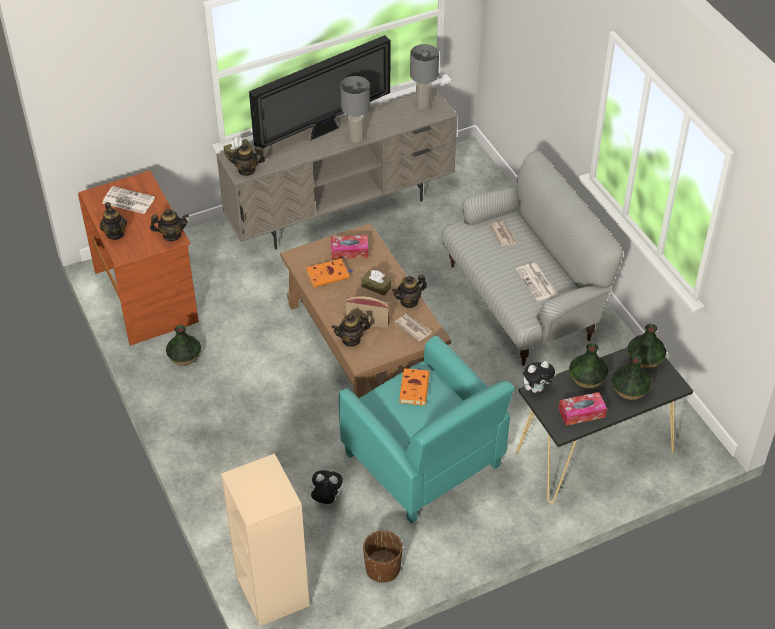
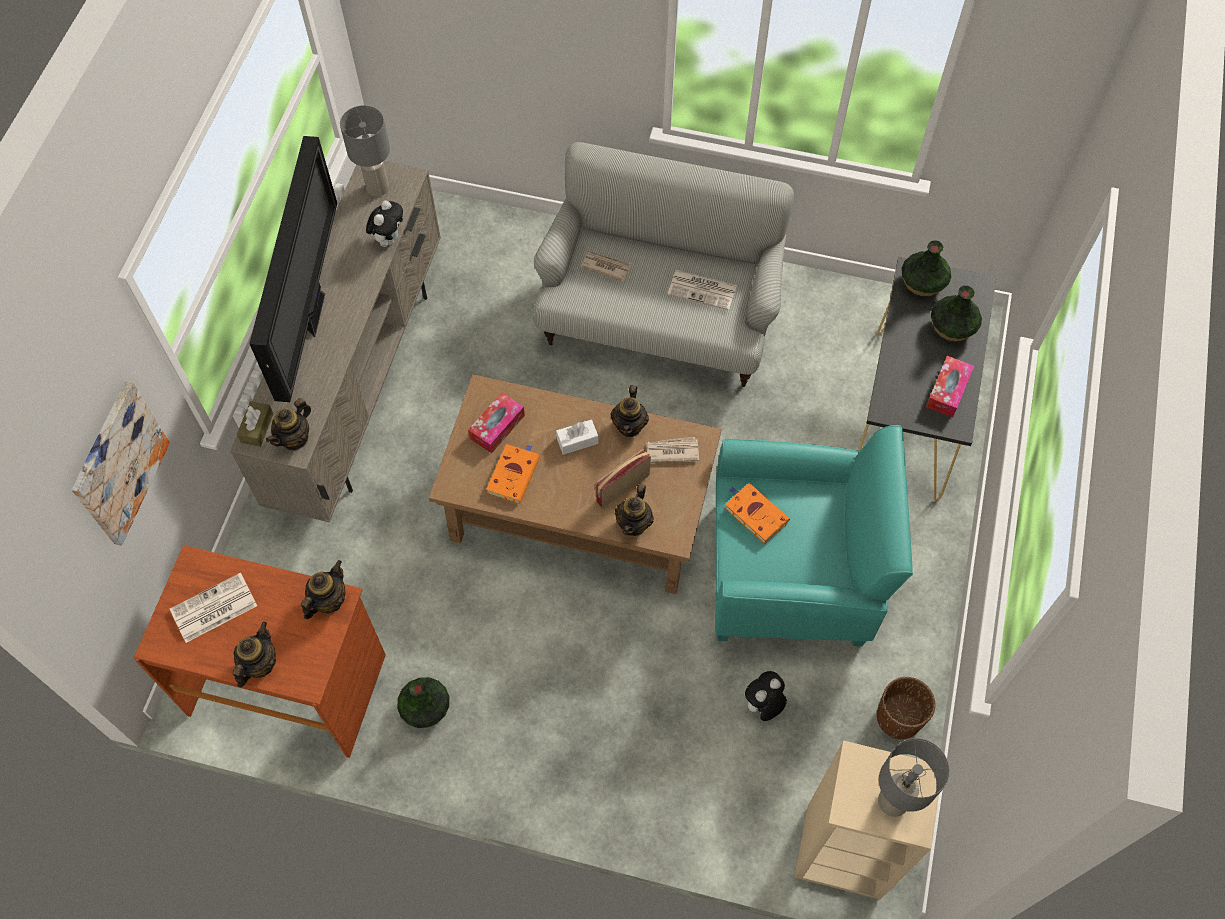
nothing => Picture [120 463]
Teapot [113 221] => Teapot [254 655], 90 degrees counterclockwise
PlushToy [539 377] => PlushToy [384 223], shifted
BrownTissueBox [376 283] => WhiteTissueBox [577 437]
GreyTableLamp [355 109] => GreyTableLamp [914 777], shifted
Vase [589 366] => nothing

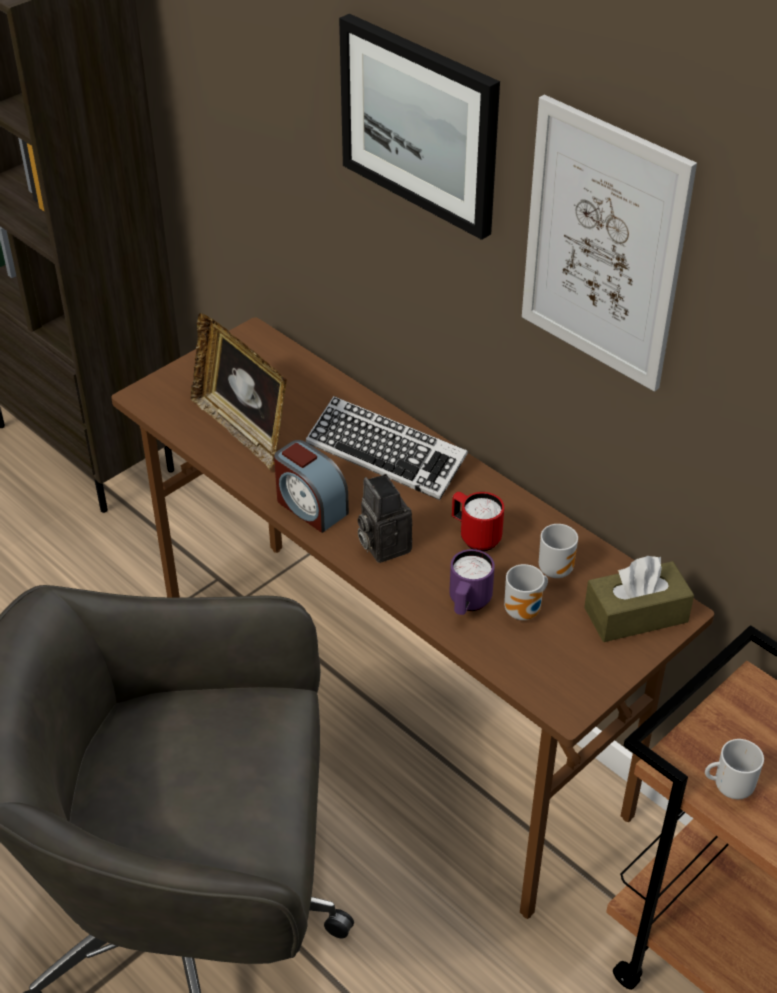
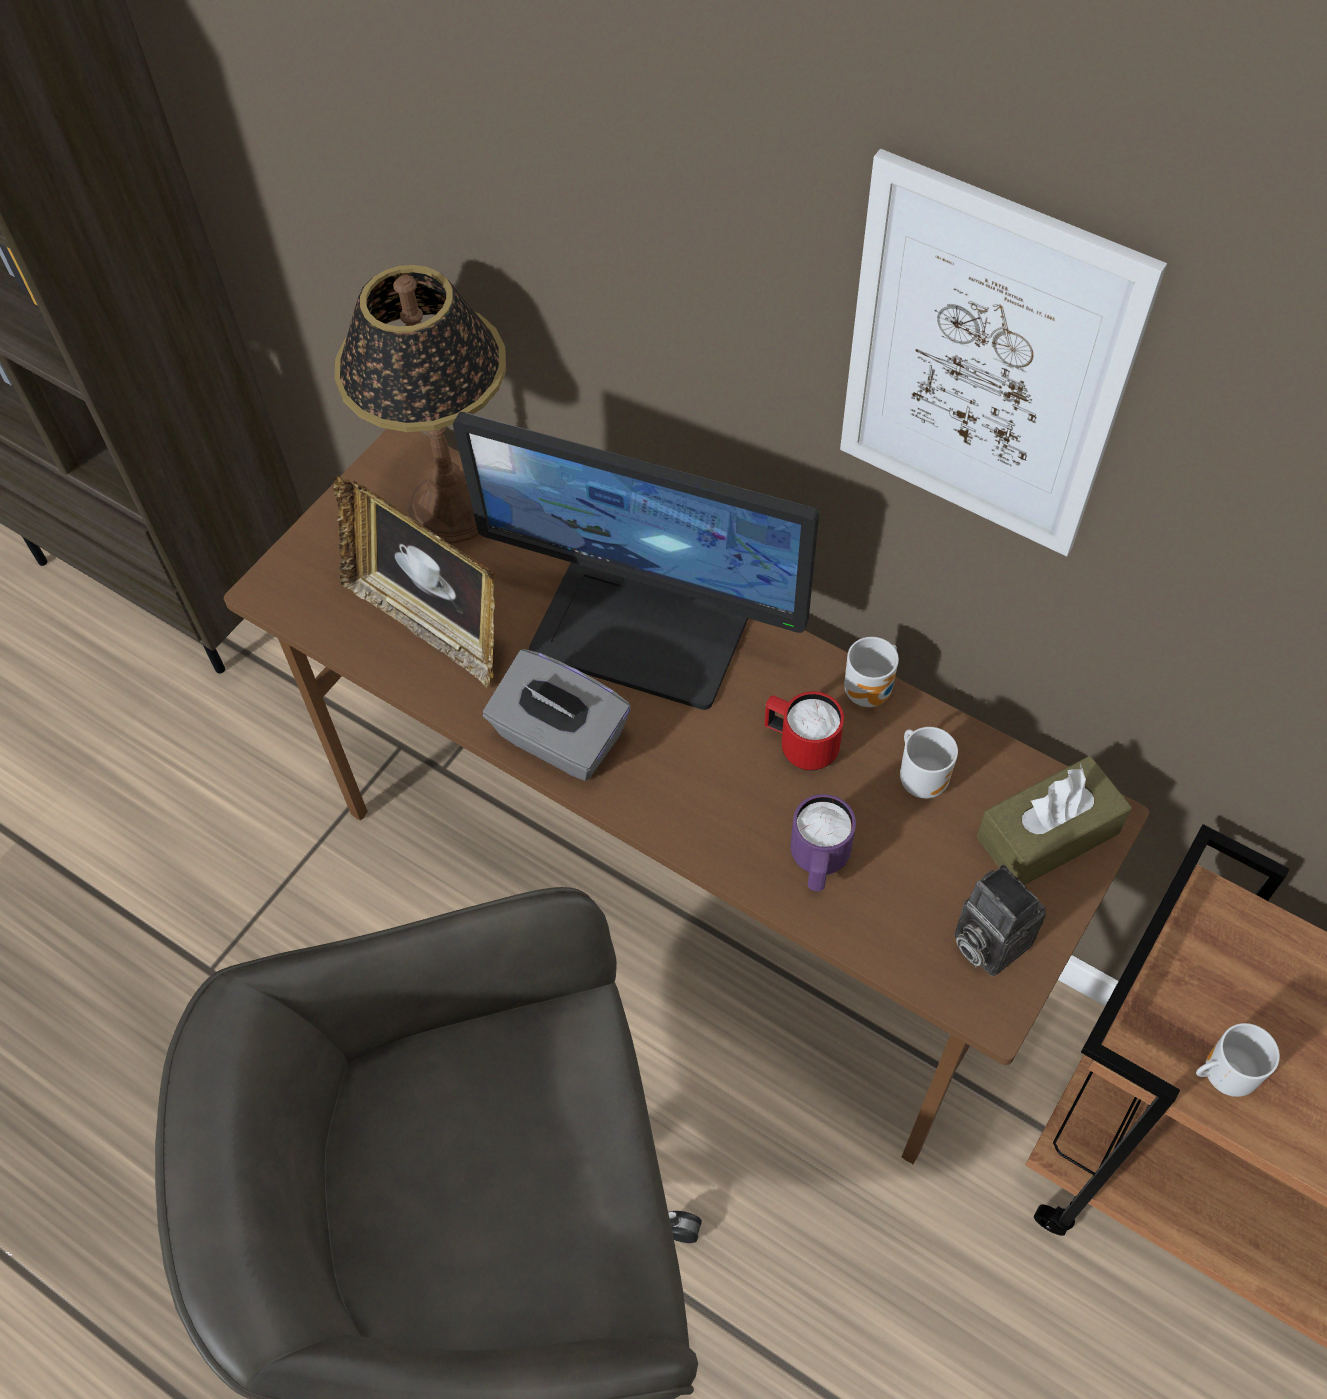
nothing => TableLamp [420 404]
Keyboard [387 448] => Monitor [636 561]
AlarmClock [311 486] => GreyTissueBox [557 715]
Mug [526 592] => Mug [871 672], shifted
PhotoCamera [385 518] => PhotoCamera [1000 920], shifted
Picture [419 127] => nothing

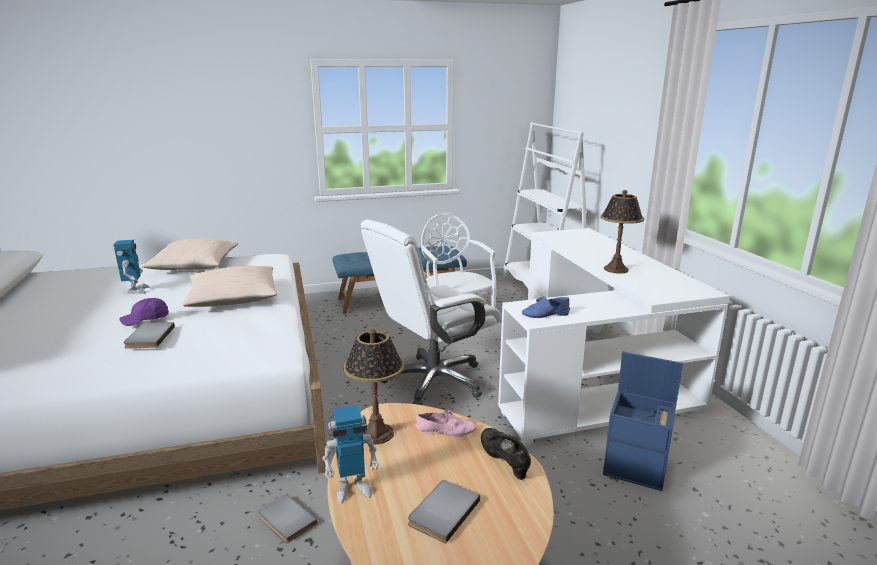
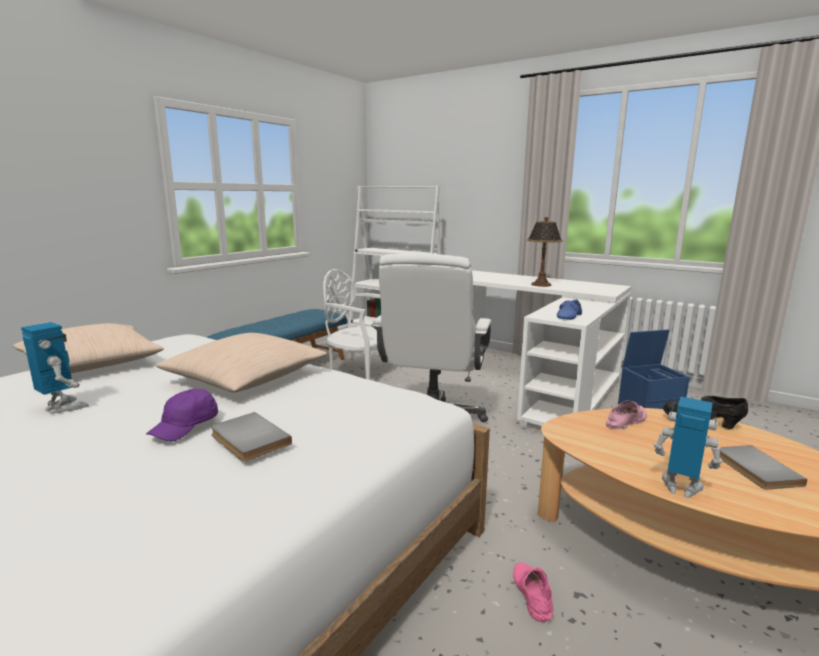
GreyBook [287 518] => PinkShoe [533 593]
ToyRobot [350 454] => ToyRobot [688 447], 90 degrees counterclockwise
TableLamp [373 386] => nothing

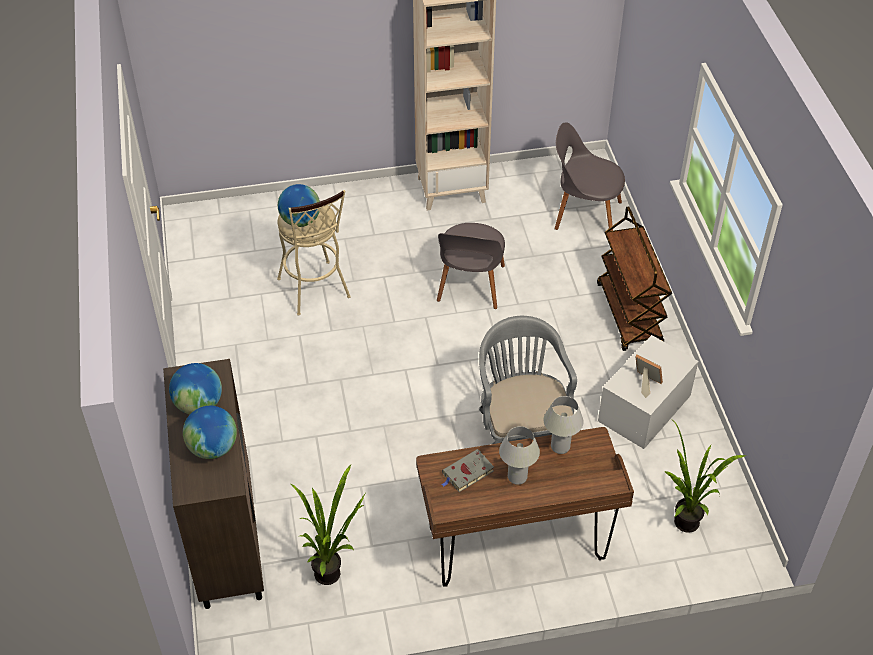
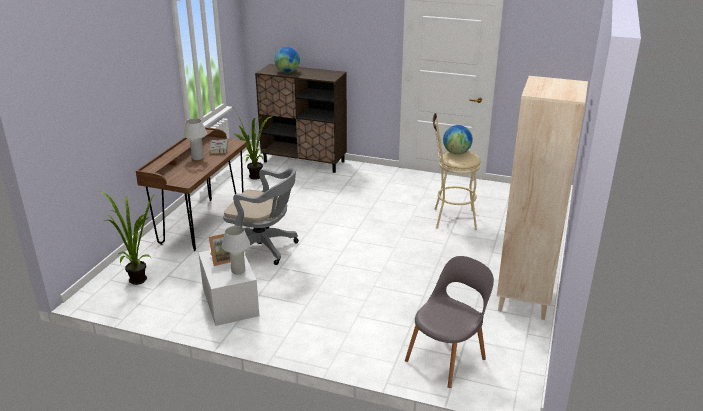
WhiteTableLamp [564 425] => WhiteTableLamp [236 250], shifted
Globe [195 388] => nothing
GreyChair [471 266] => nothing
BrownCart [634 278] => nothing

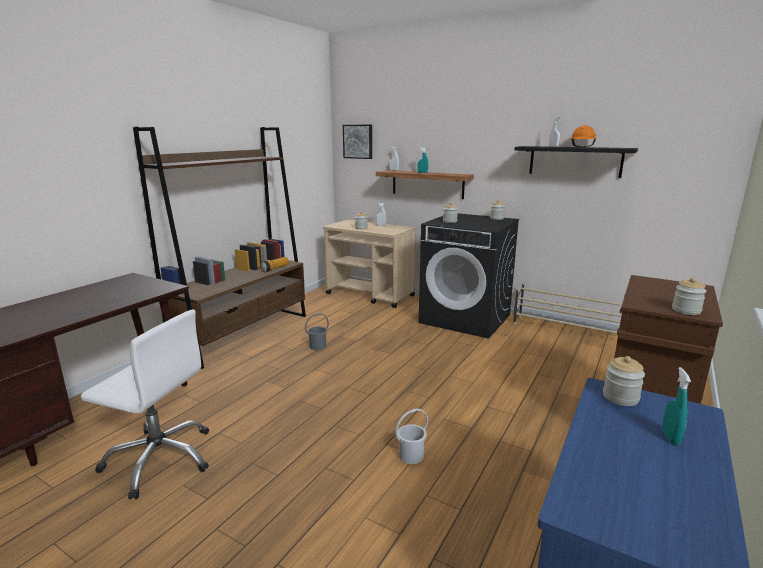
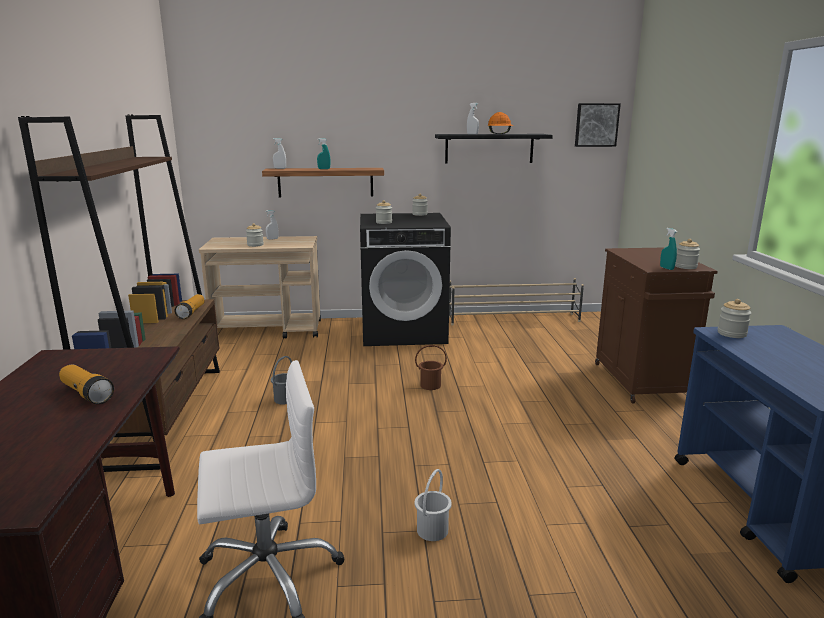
nothing => Flashlight [86 384]
WhiteBucket [411 436] => WhiteBucket [433 505], shifted
nothing => BrownBucket [431 367]
Picture [357 142] => Picture [598 125], shifted
TurquoiseSprayBottle [676 406] => TurquoiseSprayBottle [668 249], shifted

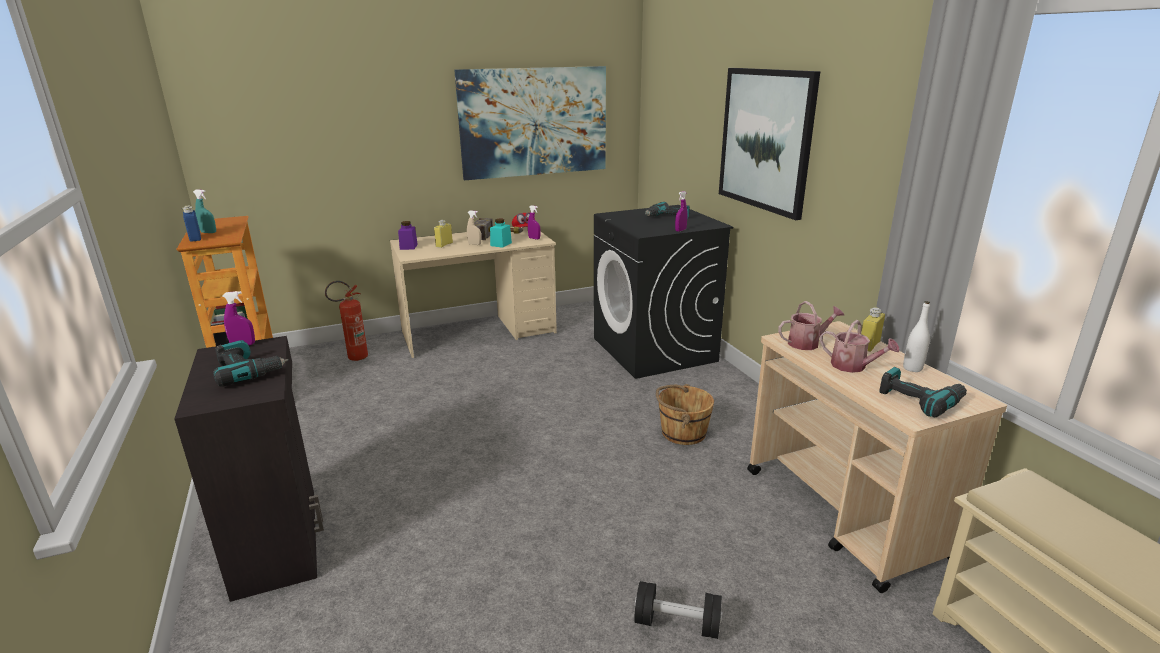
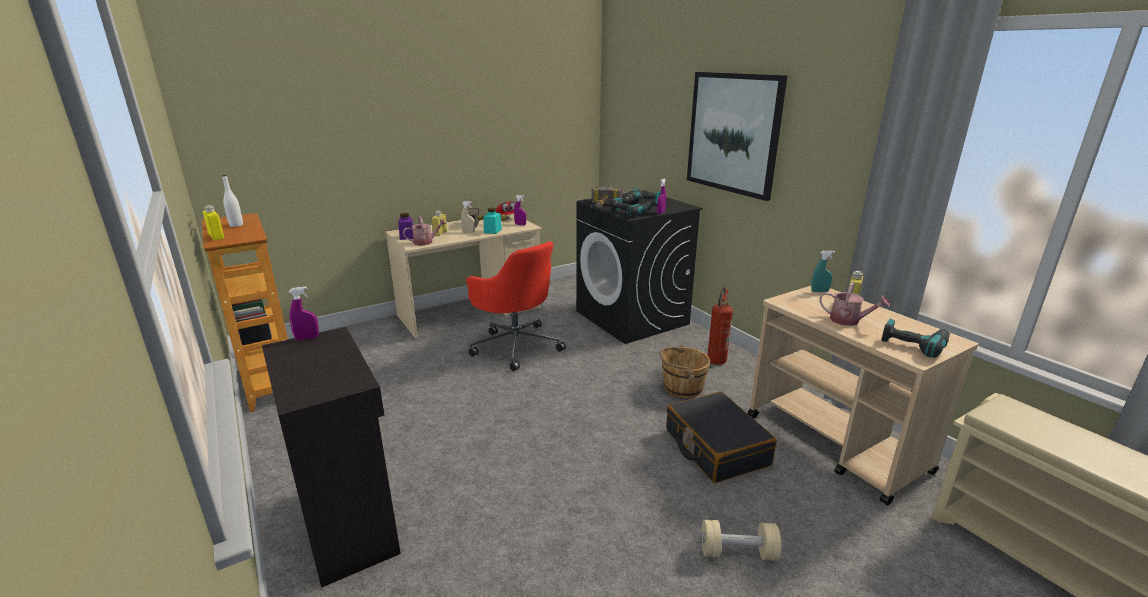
BlueBottle [191 224] => YellowBottle [213 222]
WhiteBottle [916 336] => WhiteBottle [232 201], shifted
WateringCan [811 325] => WateringCan [424 231], shifted
nothing => RedOfficeChair [516 306]
nothing => Hammer [606 197]
PowerDrill [250 363] => PowerDrill [631 207], shifted
nothing => BlackSuitcase [721 437]
BlackDumbbell [678 610] => BeigeDumbbell [741 540]
FireExtinguisher [346 321] => FireExtinguisher [720 325], shifted
TurquoiseSprayBottle [204 211] => TurquoiseSprayBottle [823 271], shifted
Picture [530 123] => nothing

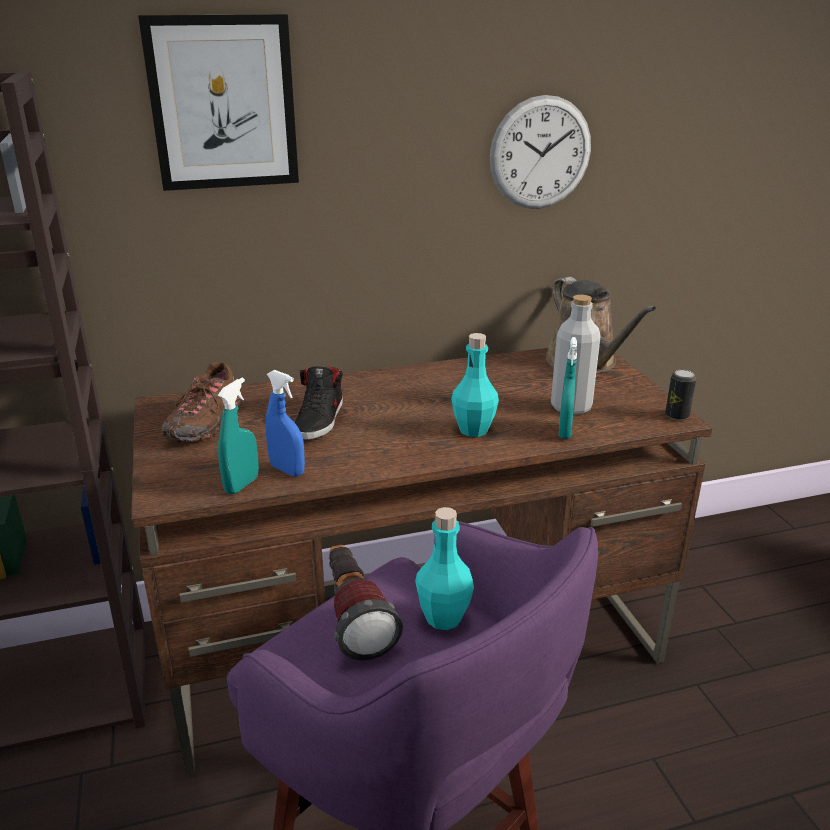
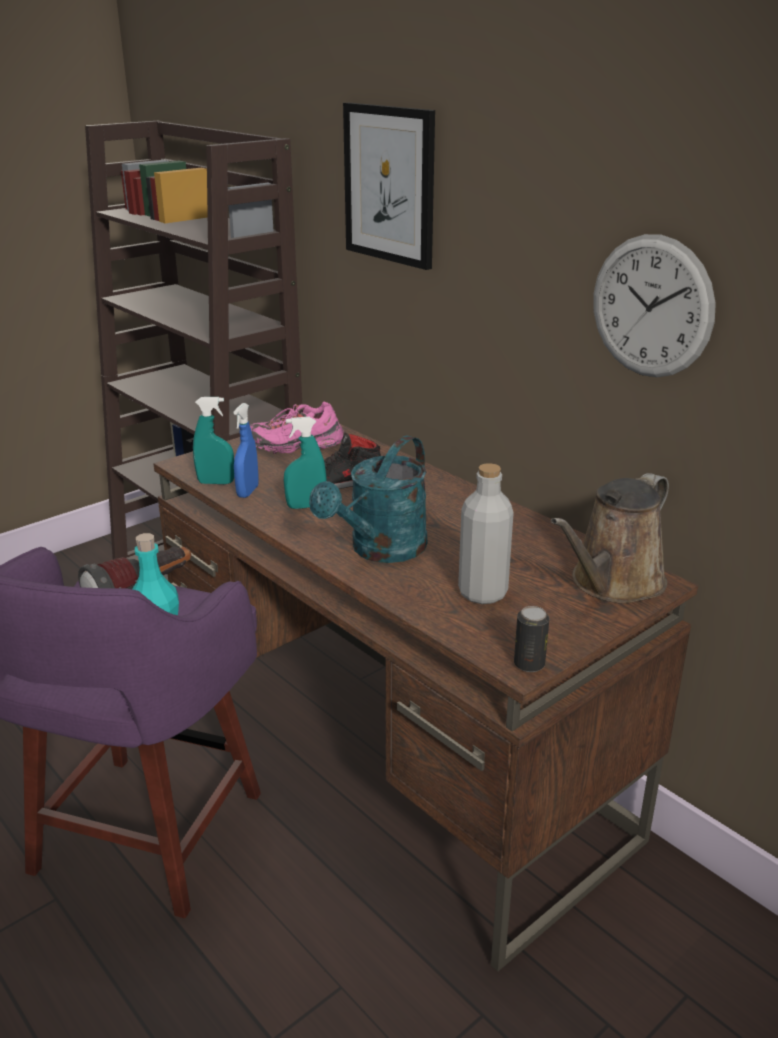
BrownShoe [202 402] => PinkShoe [296 428]
TurquoiseSprayBottle [568 388] => TurquoiseSprayBottle [305 463], shifted
TurquoiseBottle [475 385] => TurquoiseWateringCan [368 499]

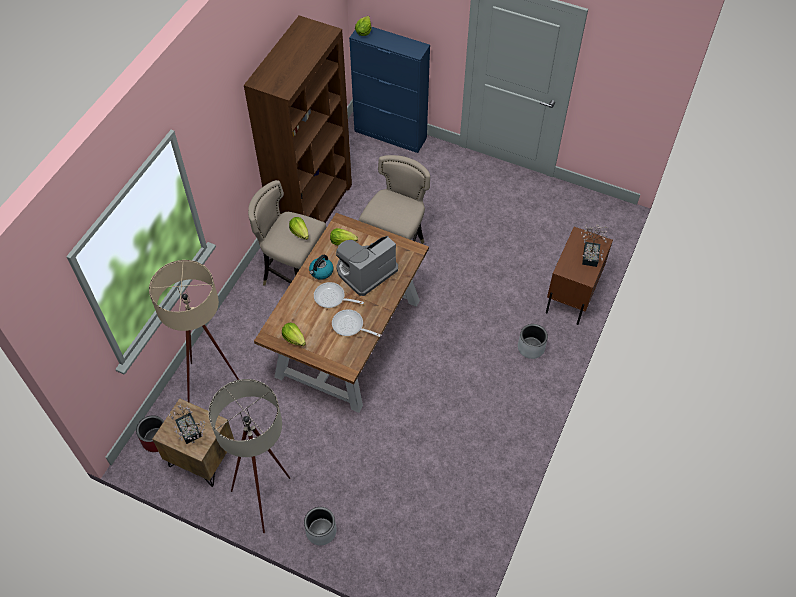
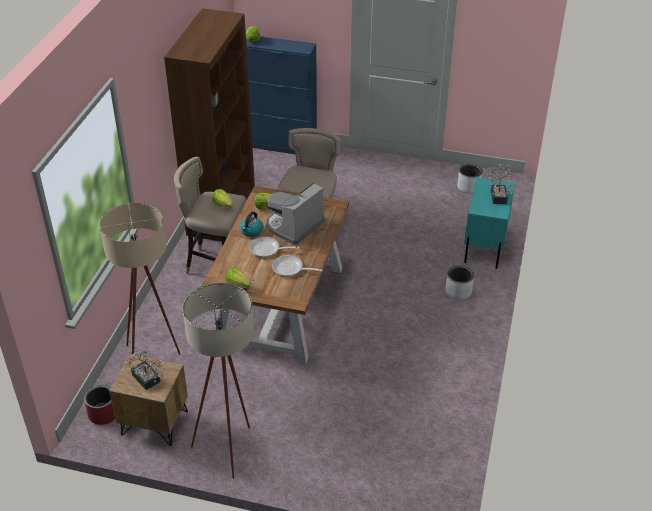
GreyPlanter [320 526] => GreyPlanter [470 178], shifted
BrownNightstand [579 276] => TurquoiseNightstand [489 223]

